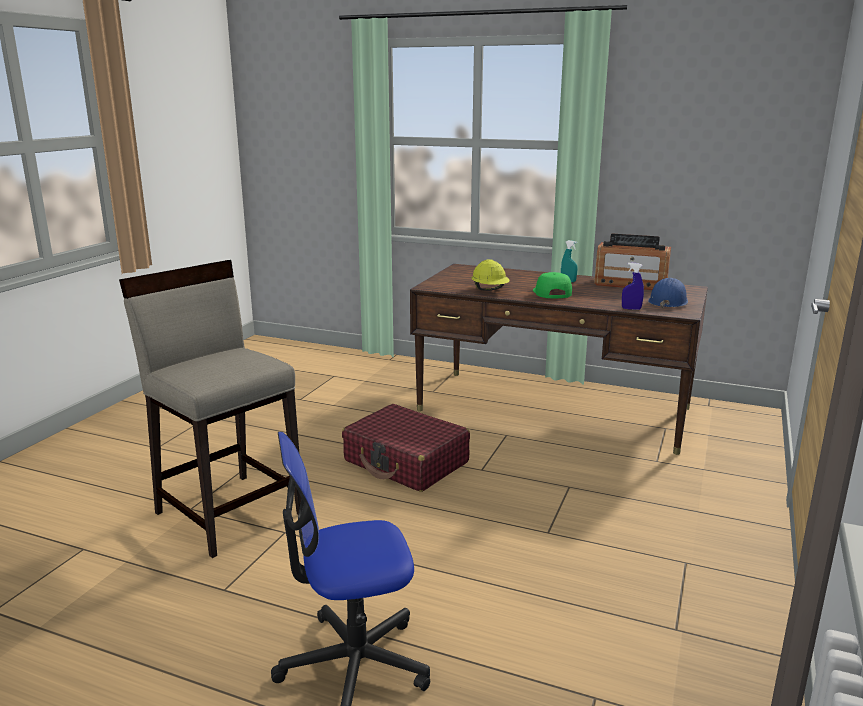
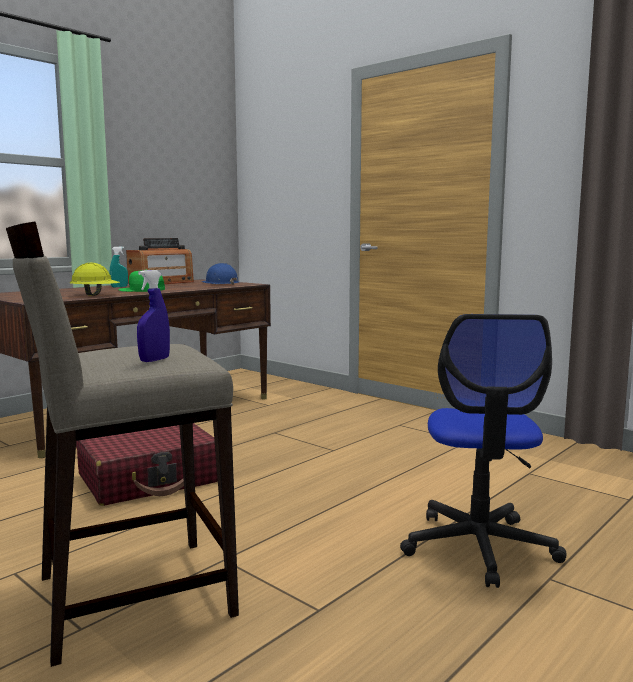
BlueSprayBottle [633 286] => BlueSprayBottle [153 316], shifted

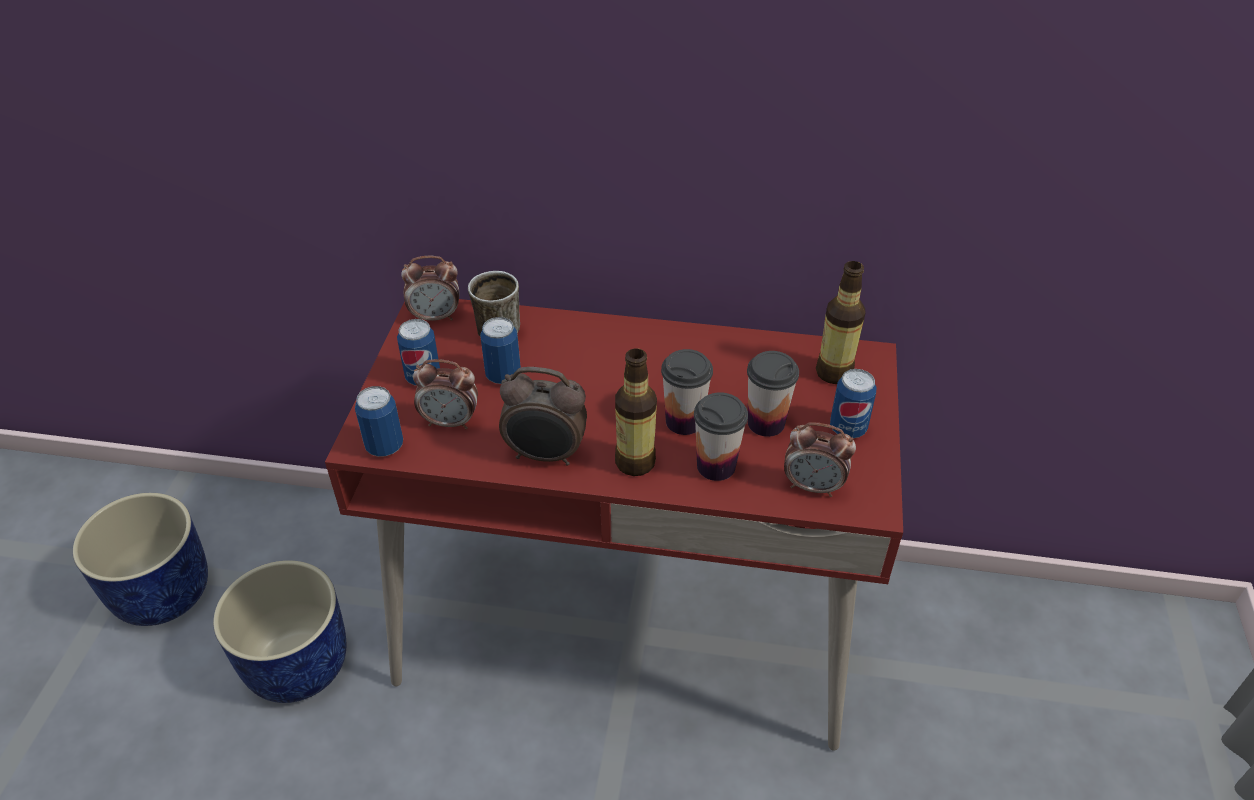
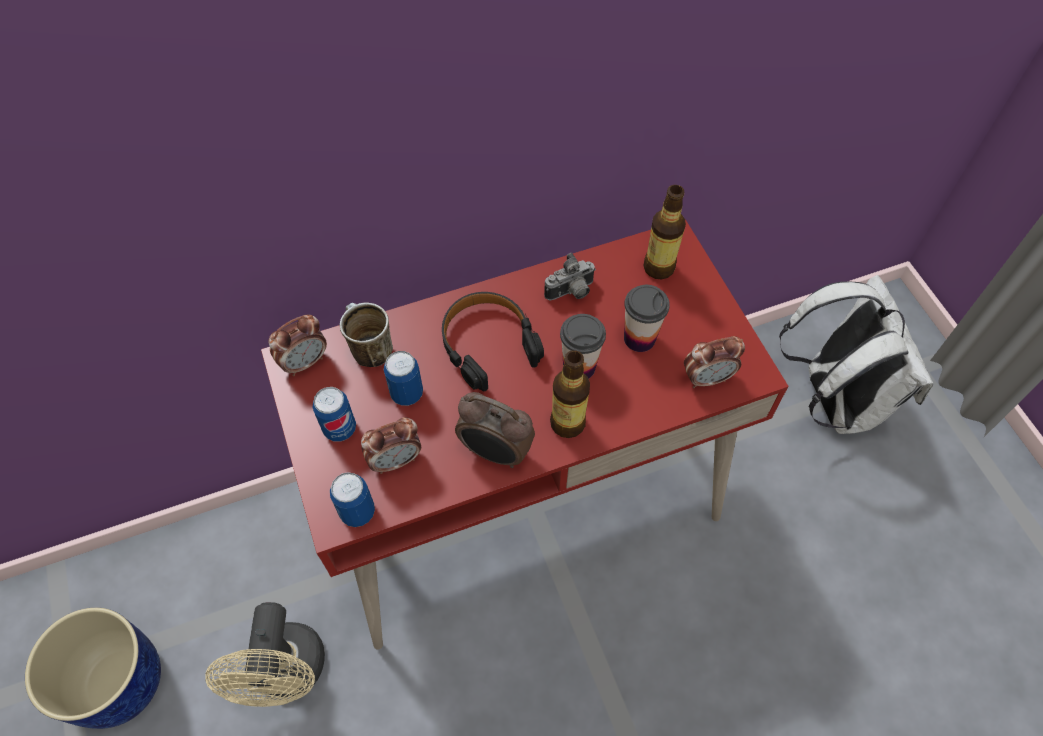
BluePlanter [280 631] => BeigeFan [265 654]
nothing => BlackHeadphones [493 341]
AlarmClock [543 416] => AlarmClock [495 430], 45 degrees clockwise
nothing => PhotoCamera [570 276]
nothing => WhiteBackpack [856 354]
Cup [721 436] => nothing
Can [853 403] => nothing

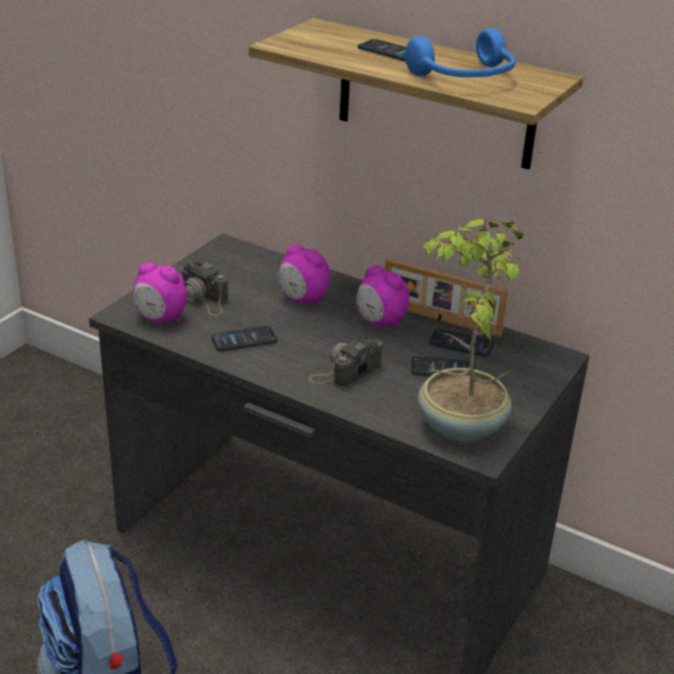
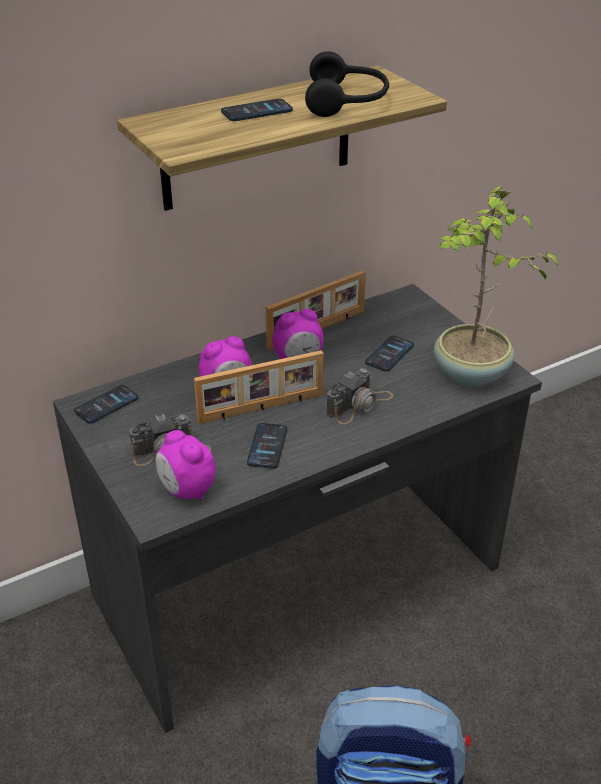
Phone [461 343] => Phone [106 404], shifted
AlarmClock [159 292] => AlarmClock [186 465], 90 degrees clockwise
nothing => PictureFrame [259 387]
BlueHeadphones [460 52] => BlackHeadphones [347 84]
PhotoCamera [345 363] => PhotoCamera [359 396], 120 degrees counterclockwise

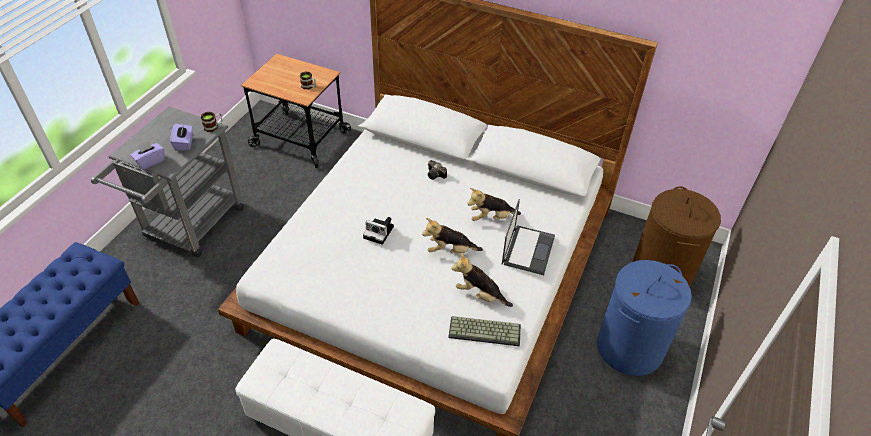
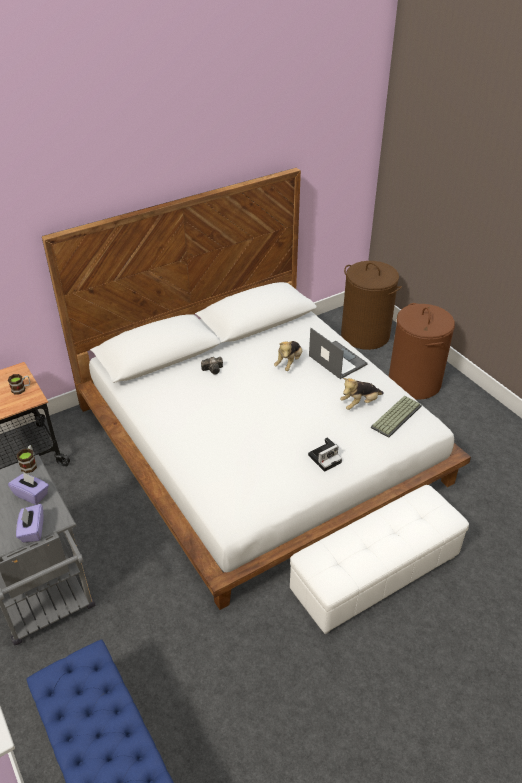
PhotoCamera [378 231] => PhotoCamera [325 454], shifted
BlueLaundryBasket [644 318] => BrownLaundryBasket [422 351]
PlushToy [452 236] => nothing

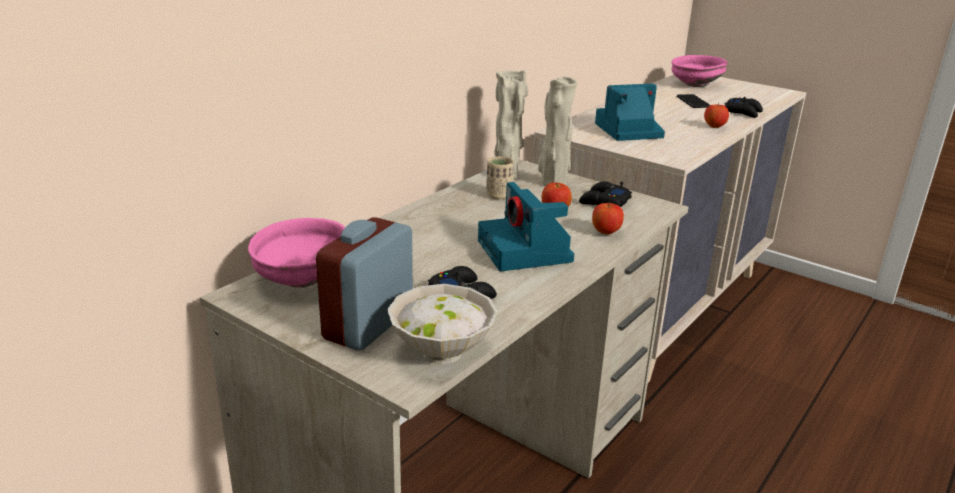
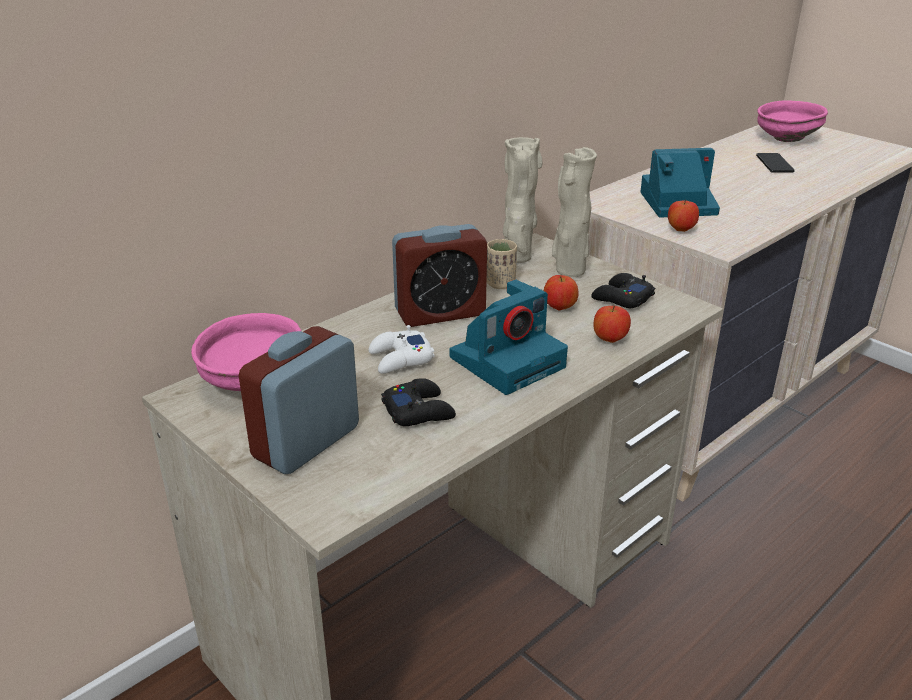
nothing => WhiteGameController [402 349]
nothing => AlarmClock [439 275]
PhotoCamera [526 226] => PhotoCamera [509 337], 120 degrees counterclockwise
Apple [716 115] => Apple [683 215], shifted
WhiteBowl [442 324] => nothing
BlackGameController [744 107] => nothing

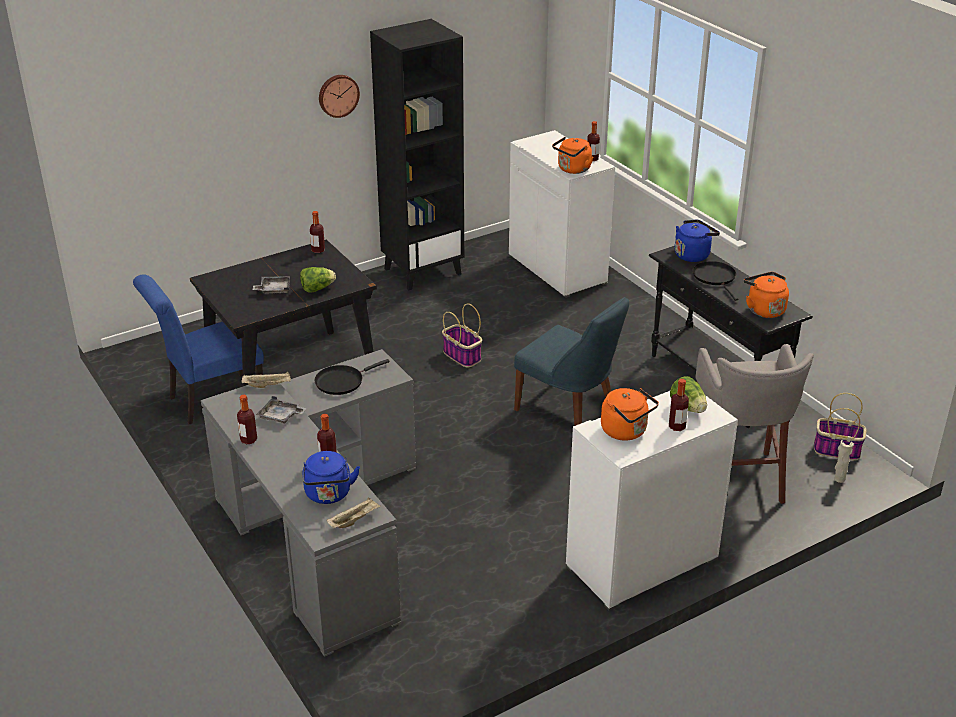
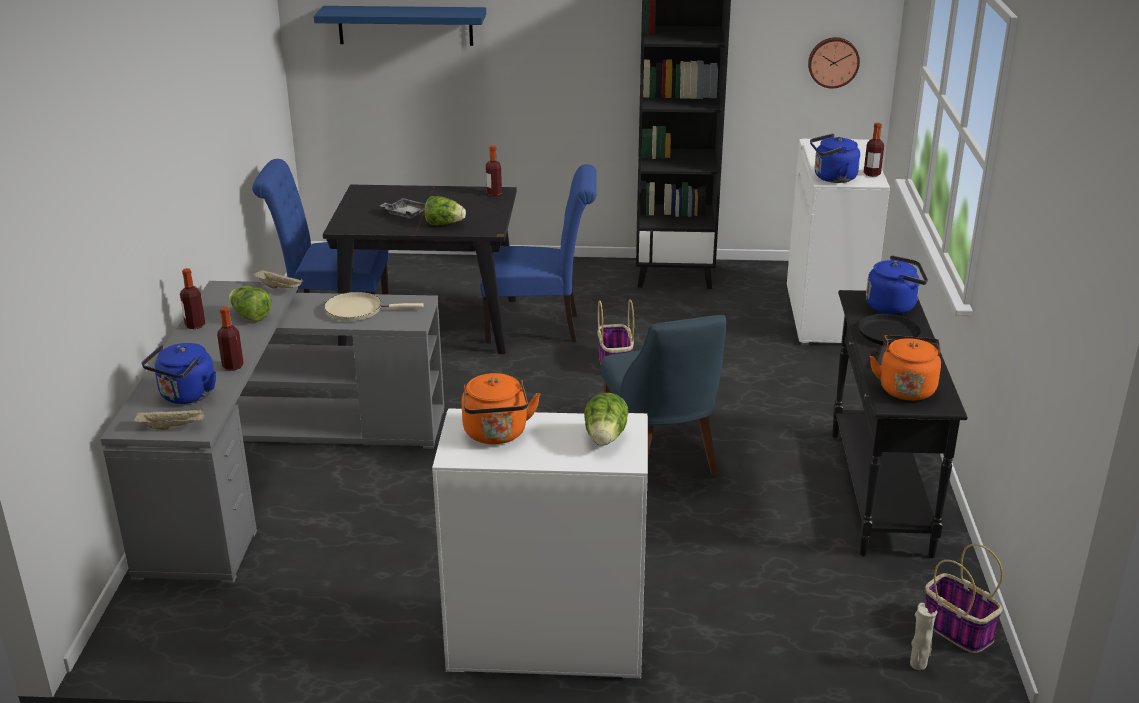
GreyTray [281 410] => Lettuce [250 304]
nothing => BlueShelf [400 26]
BlackFryingPan [352 377] => BeigeFryingPan [374 306]
nothing => BlueChair [538 253]
WallClock [339 96] => WallClock [834 62], shifted
OrangeKettle [572 155] => BlueKettle [835 158]
Bottle [679 405] => nothing
GreyStool [755 424] => nothing

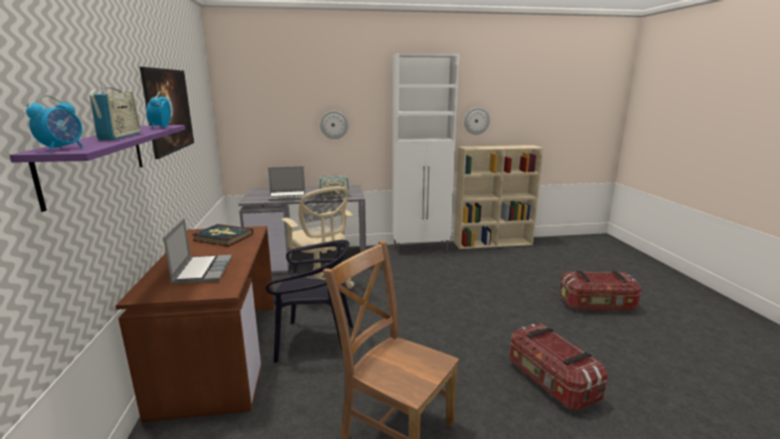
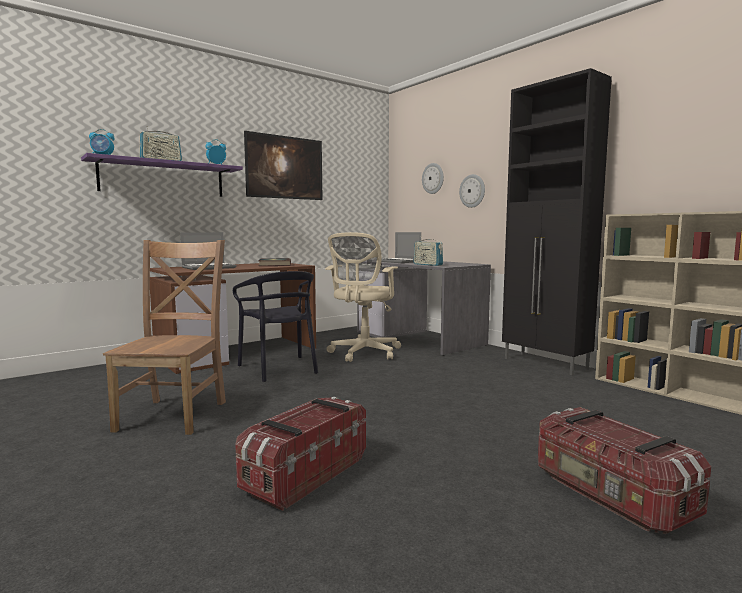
WallClock [477 121] => WallClock [433 178], shifted
WhiteCabinet [425 153] => BlackCabinet [557 221]

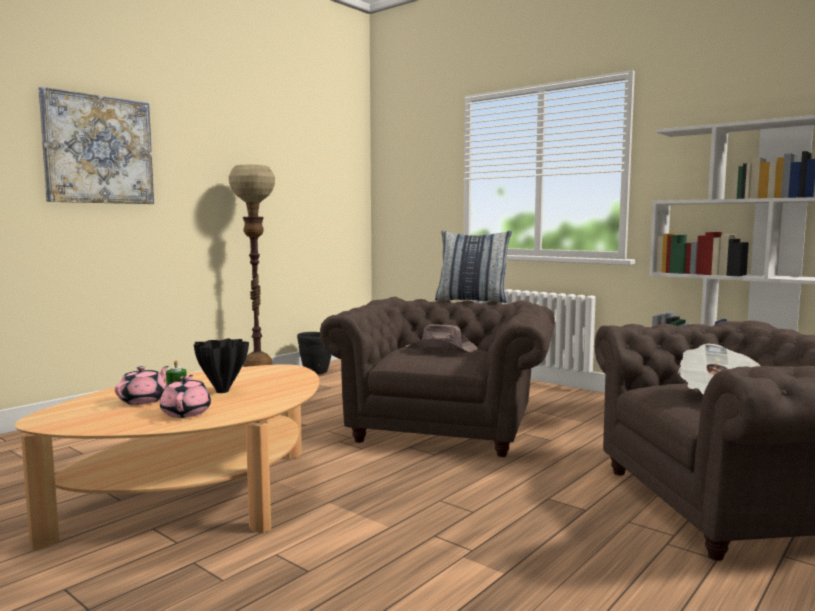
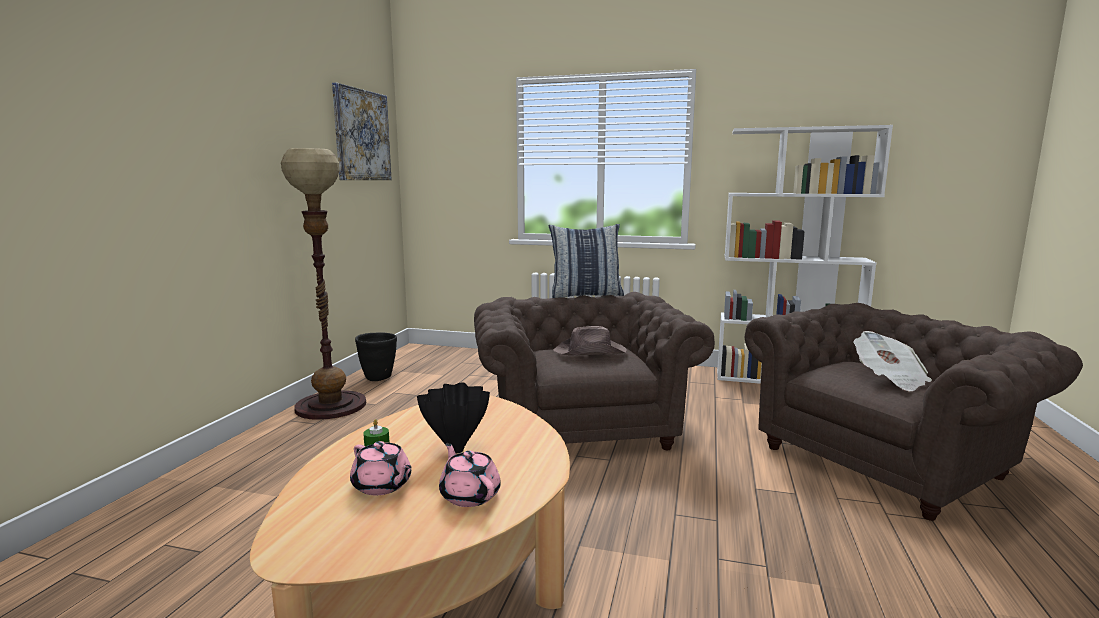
Picture [96 145] => Picture [362 131], shifted
PinkTeapot [142 385] => PinkTeapot [380 468], 135 degrees clockwise

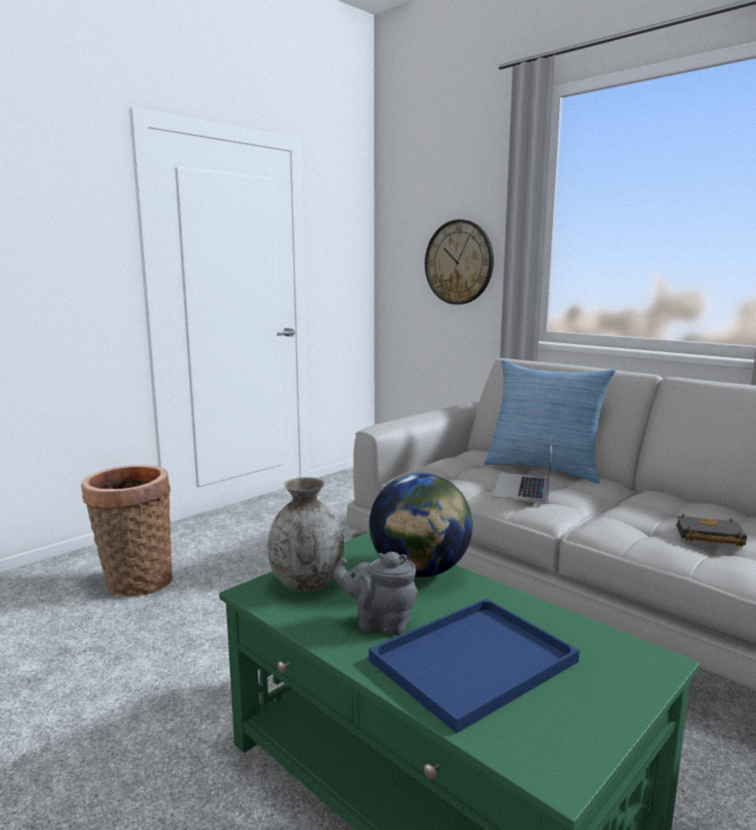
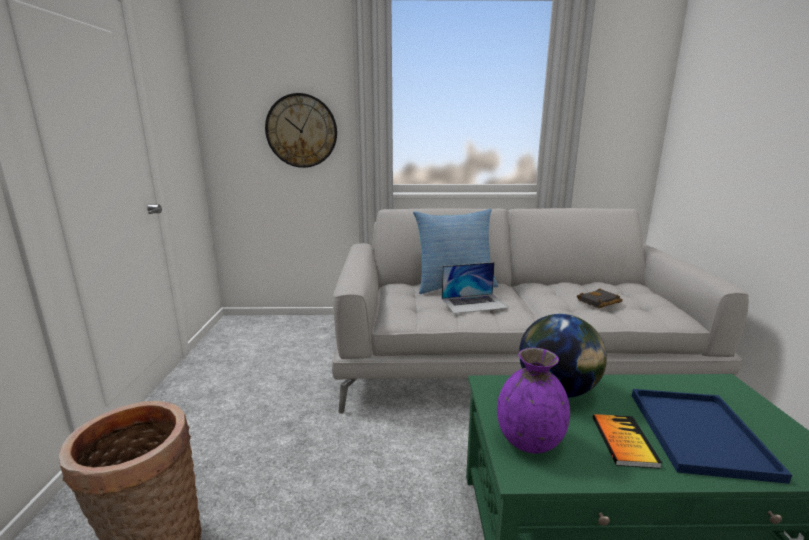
Laptop [522 468] => Laptop [475 288], 75 degrees counterclockwise
GreyVase [306 534] => PurpleVase [533 400]
GreyTeapot [376 593] => Book [627 441]

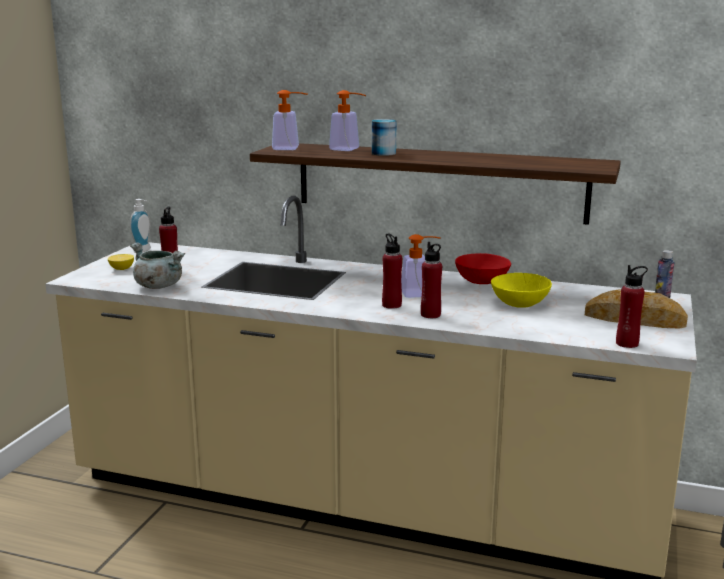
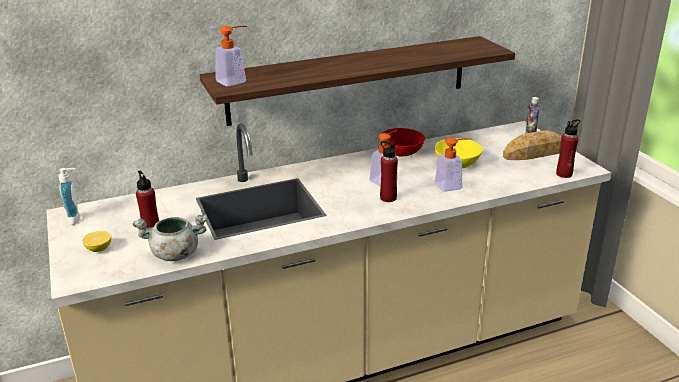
SoapDispenser [347 120] => SoapDispenser [453 165], shifted
Can [384 137] => nothing
RedBottle [431 280] => nothing

